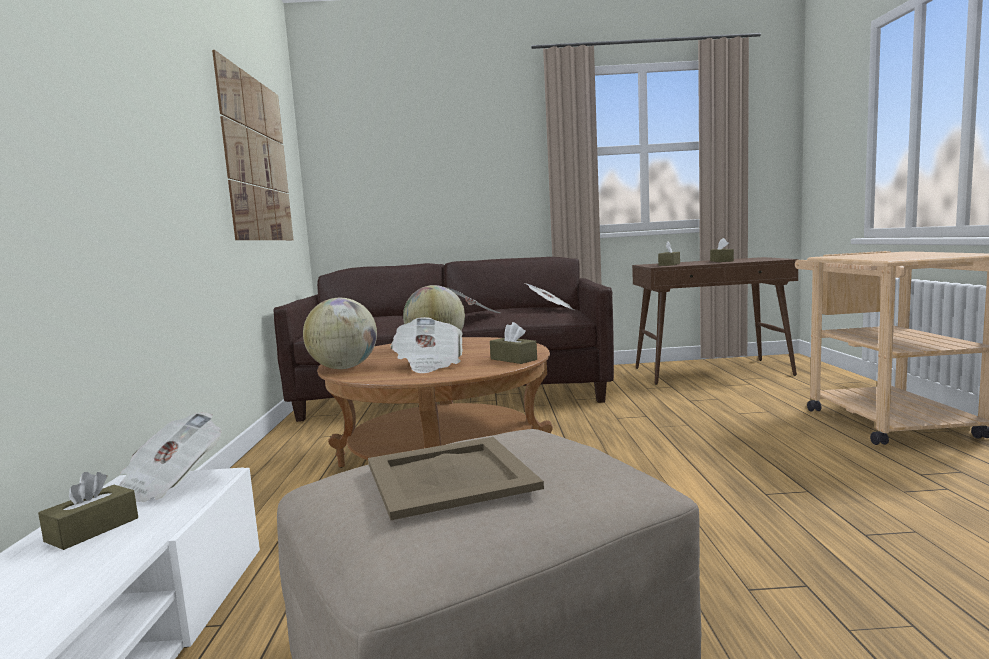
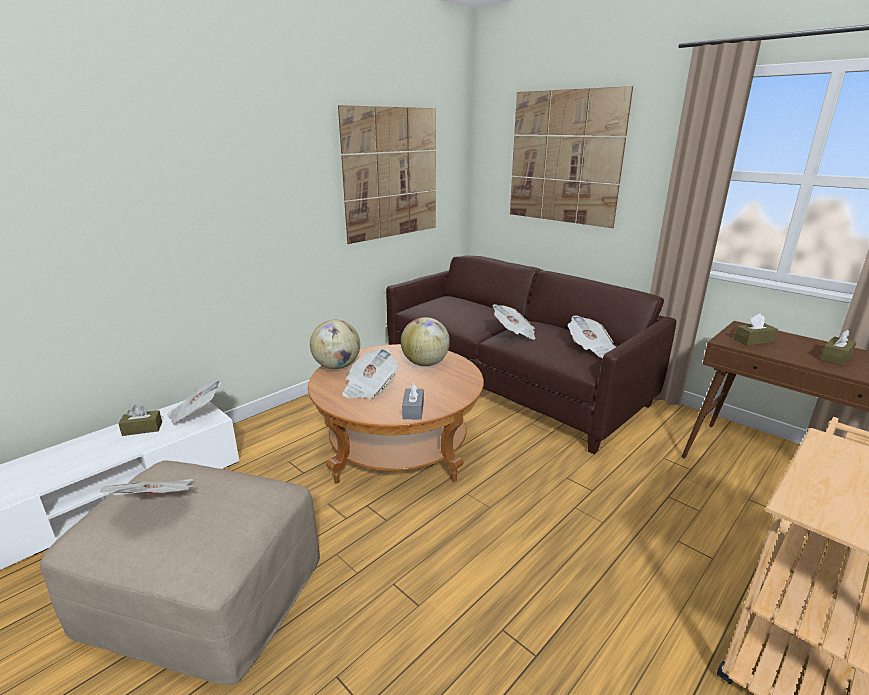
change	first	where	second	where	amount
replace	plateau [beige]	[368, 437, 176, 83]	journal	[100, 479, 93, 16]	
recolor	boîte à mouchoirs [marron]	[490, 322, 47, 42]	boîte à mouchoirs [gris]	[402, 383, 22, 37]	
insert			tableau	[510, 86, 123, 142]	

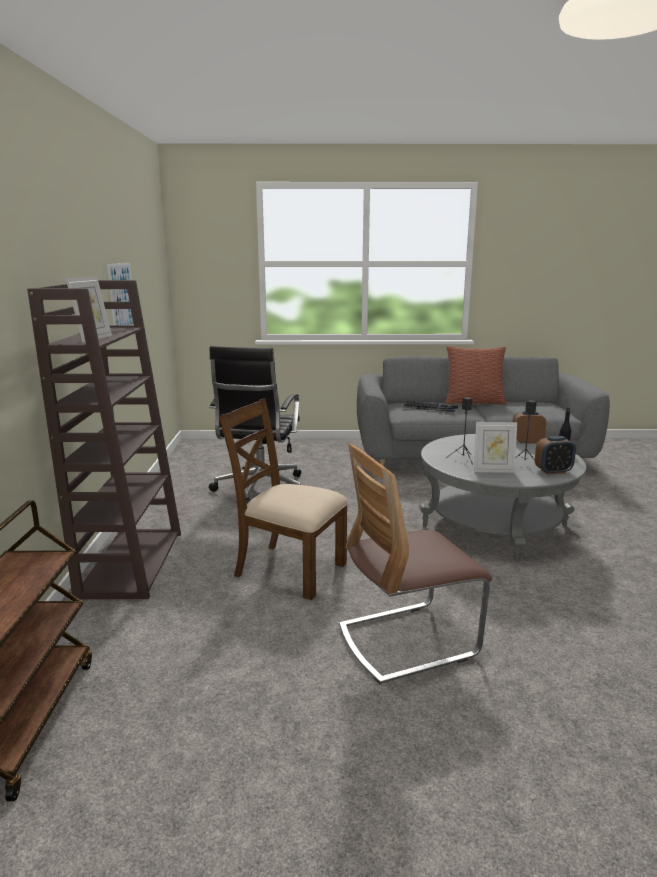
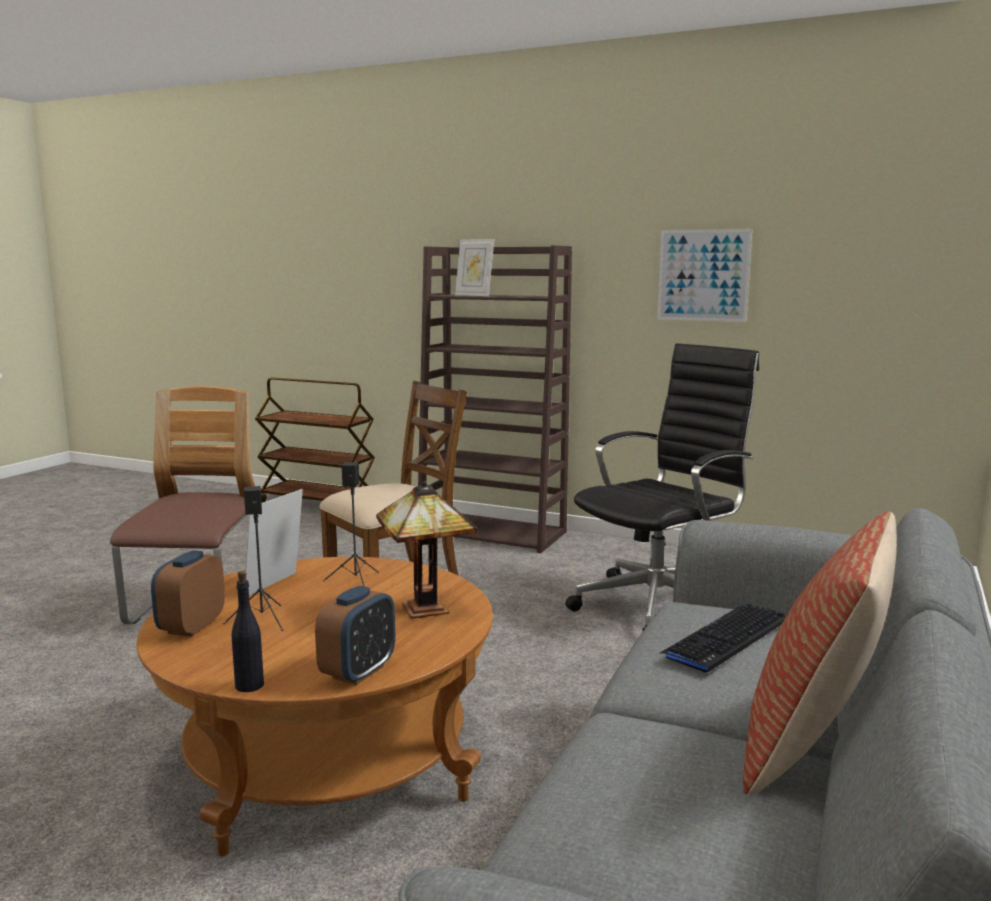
change	first	where	second	where	amount
recolor	table basse [gris]	[419, 434, 168, 127]	table basse [marron]	[136, 557, 357, 299]	
insert			lampe de table	[376, 481, 102, 138]	
rotate	chaise de bureau [noir]	[209, 346, 92, 157]		[566, 343, 193, 289]	105 degrees clockwise

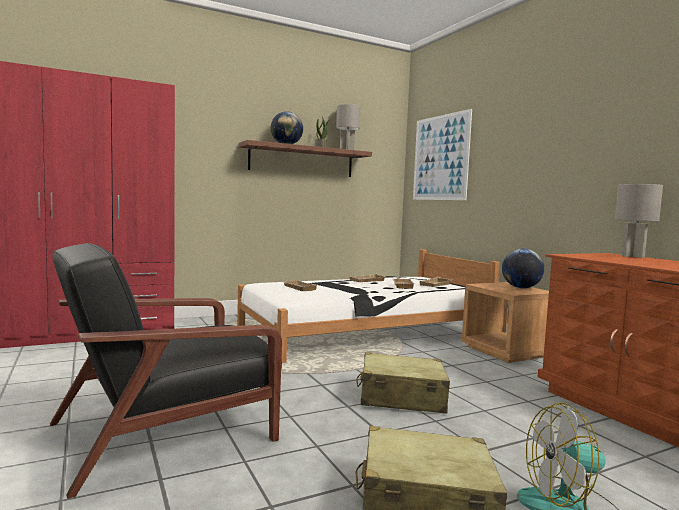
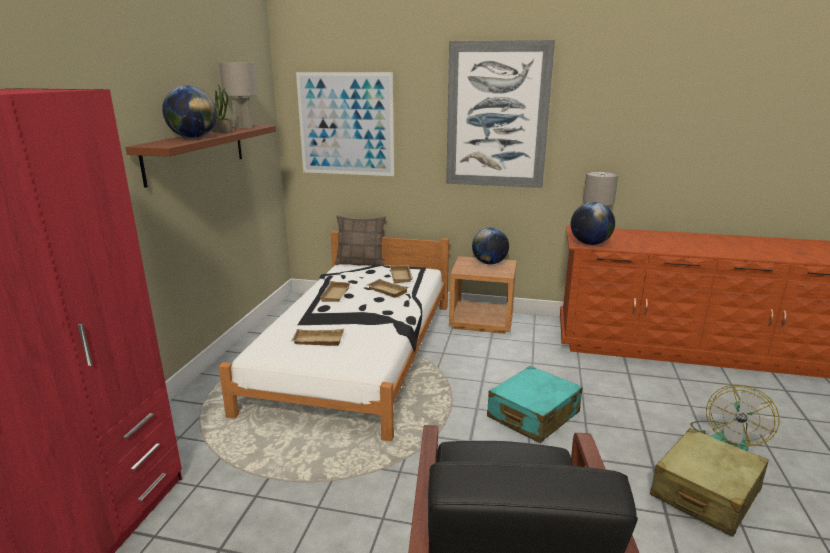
change	first	where	second	where	amount
insert			coussin	[335, 215, 51, 51]	
insert			tableau	[446, 40, 109, 148]	
recolor	valise [beige]	[356, 352, 94, 62]	valise [turquoise]	[487, 366, 96, 77]	
insert			globe	[571, 202, 44, 43]	

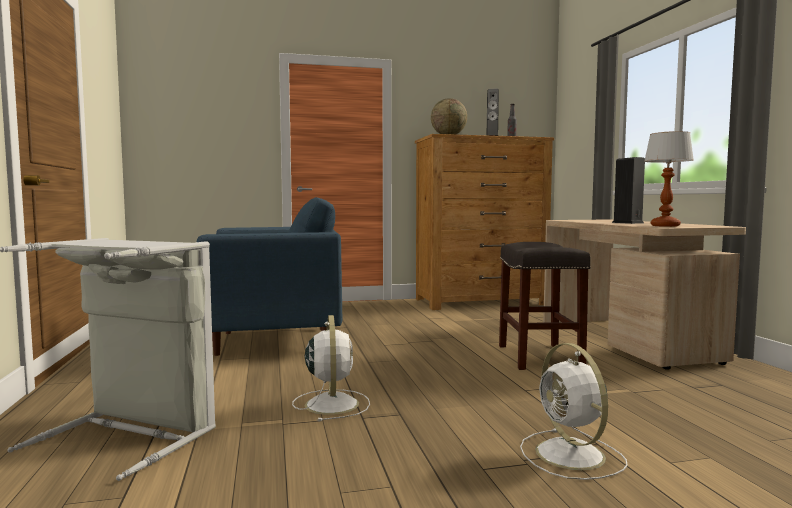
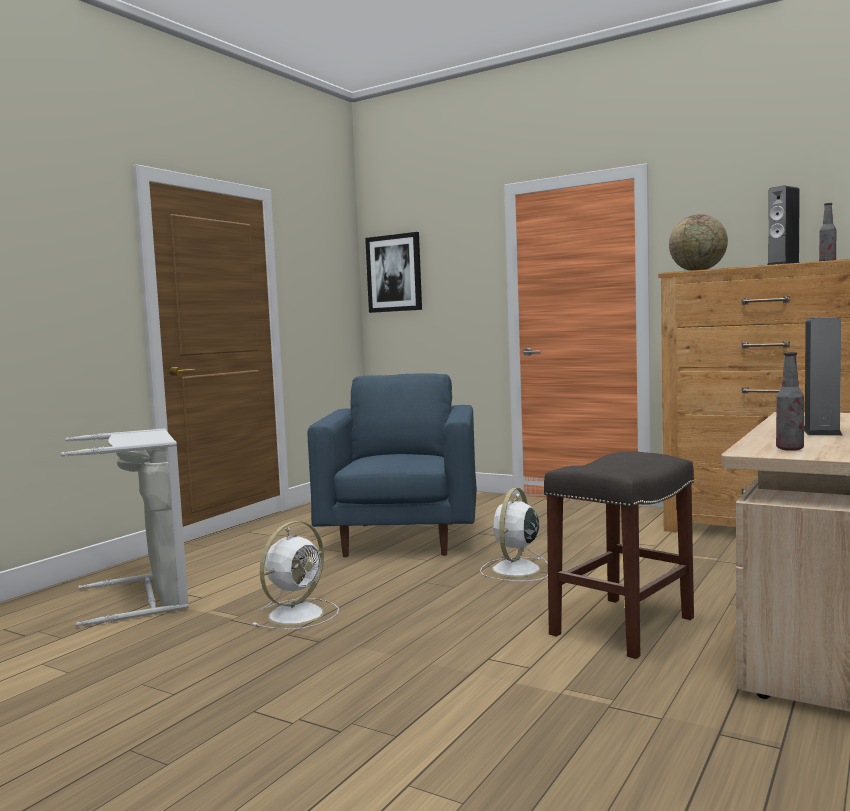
change	first	where	second	where	amount
rotate	fauteuil [bleu]	[197, 197, 145, 159]		[308, 373, 169, 184]	120 degrees counterclockwise
insert			tableau	[365, 232, 57, 81]	
move	ventilateur [blanc]	[520, 343, 108, 137]		[480, 488, 68, 93]	
replace	lampe de table	[644, 131, 50, 96]	bouteille	[776, 352, 28, 99]	

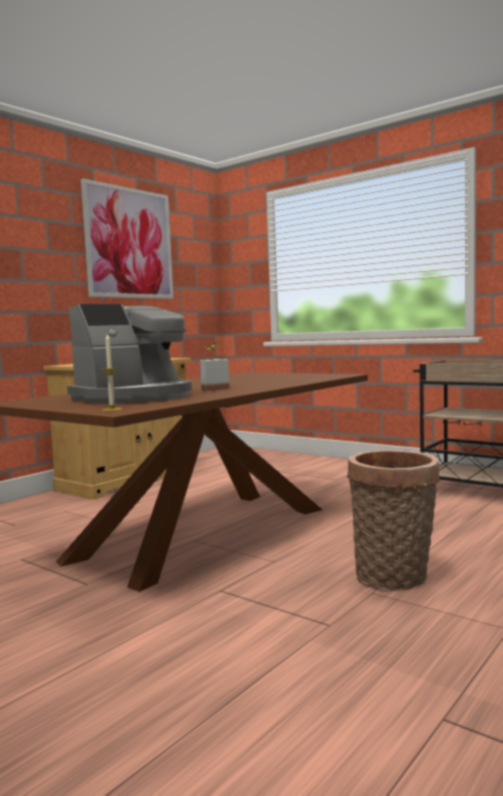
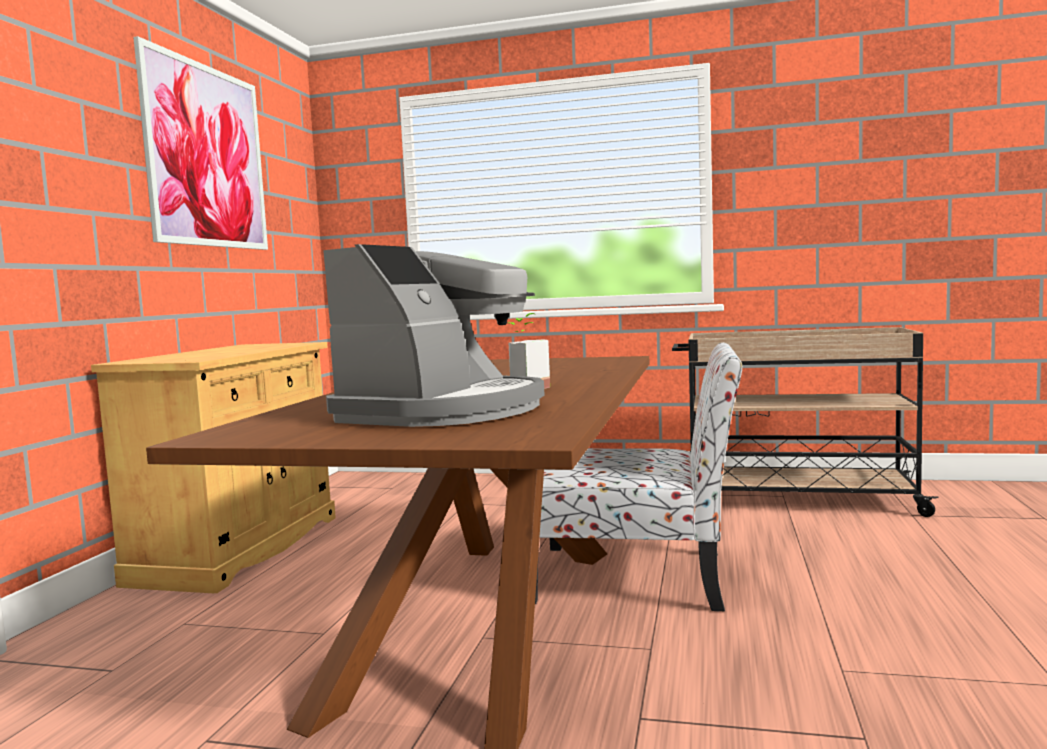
change	first	where	second	where	amount
insert			chaise	[535, 343, 207, 268]	
delete	bougie	[101, 334, 21, 77]			
delete	panier	[347, 450, 93, 141]			

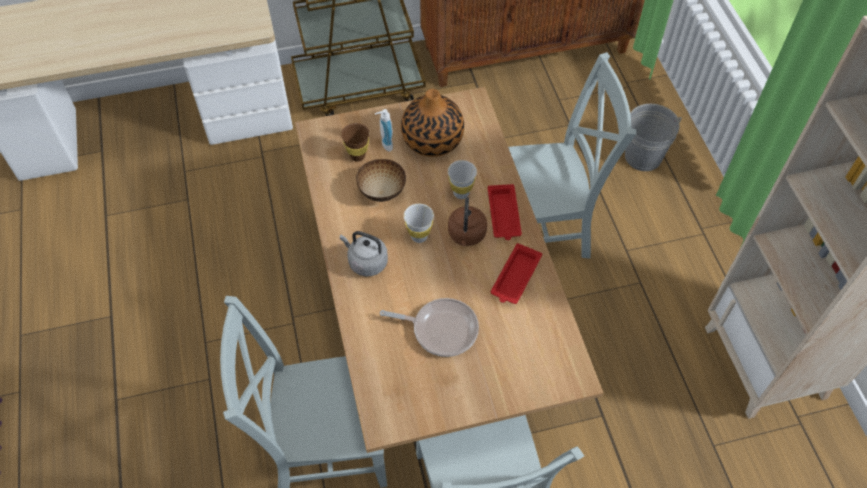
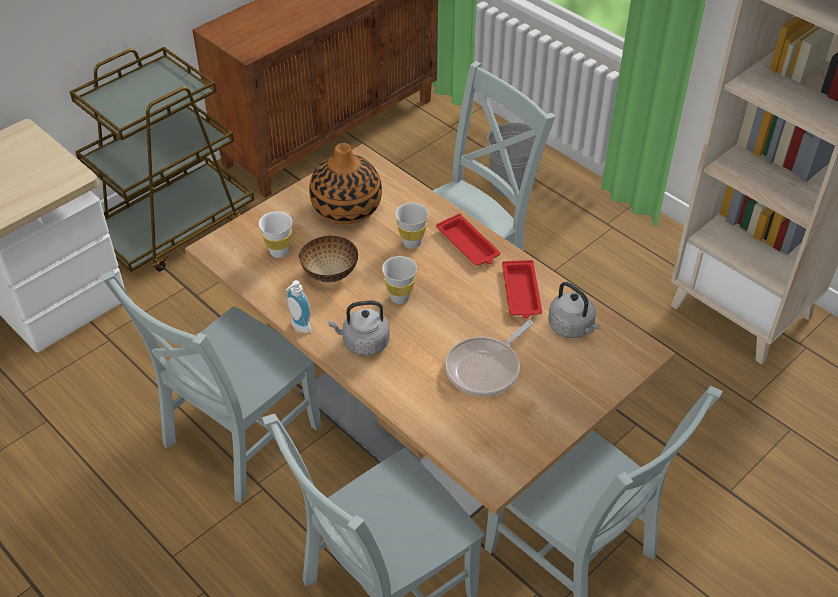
change	first	where	second	where	amount
insert			chaise [gris]	[100, 271, 221, 232]	
recolor	tasse [marron]	[341, 123, 29, 39]	tasse [blanc]	[259, 211, 33, 47]	
move	distributeur de savon	[375, 109, 18, 42]		[286, 280, 25, 53]	
rotate	poêle	[380, 298, 99, 59]		[445, 320, 89, 76]	150 degrees clockwise
insert			bouilloire [gris]	[548, 282, 52, 56]	
delete	bouilloire [marron]	[448, 197, 39, 49]			

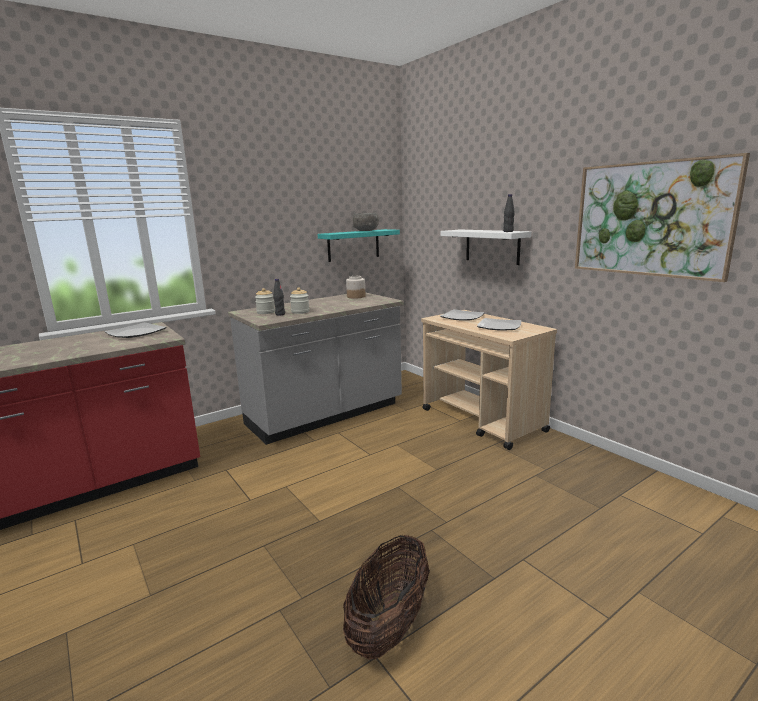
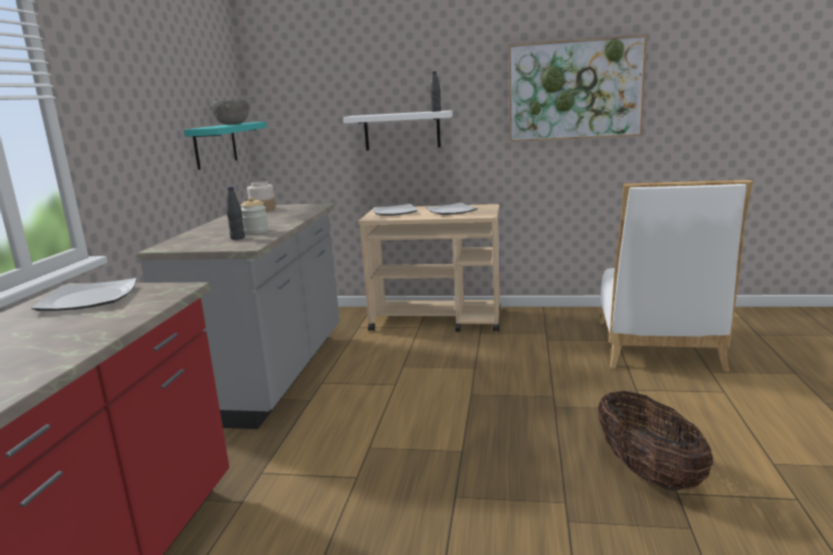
change	first	where	second	where	amount
insert			chaise [blanc]	[599, 180, 154, 192]	
delete	bocal	[255, 288, 20, 26]			

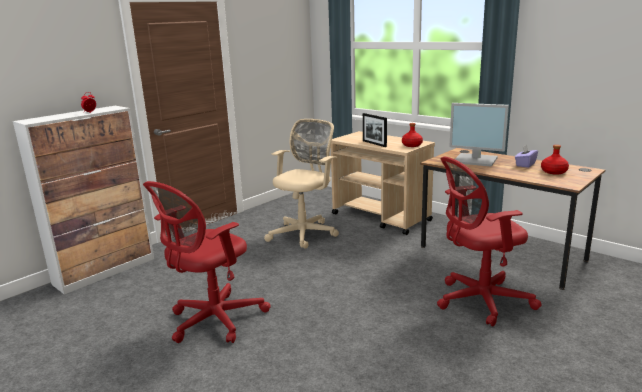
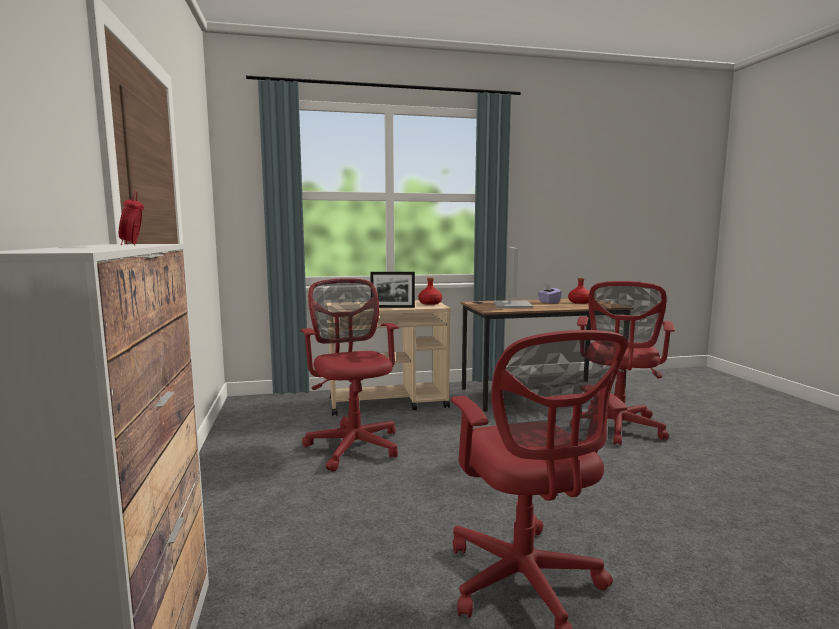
change	first	where	second	where	amount
recolor	chaise de bureau [beige]	[264, 119, 75, 130]	chaise de bureau [rouge]	[300, 278, 99, 194]	
rotate	écran d'ordinateur	[449, 103, 60, 64]		[494, 247, 39, 61]	60 degrees counterclockwise

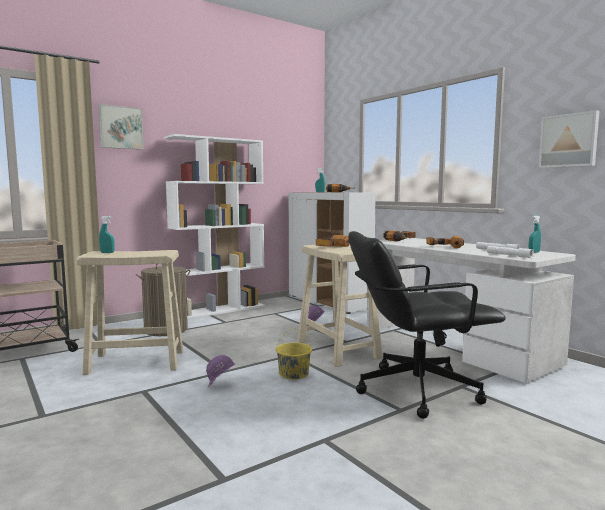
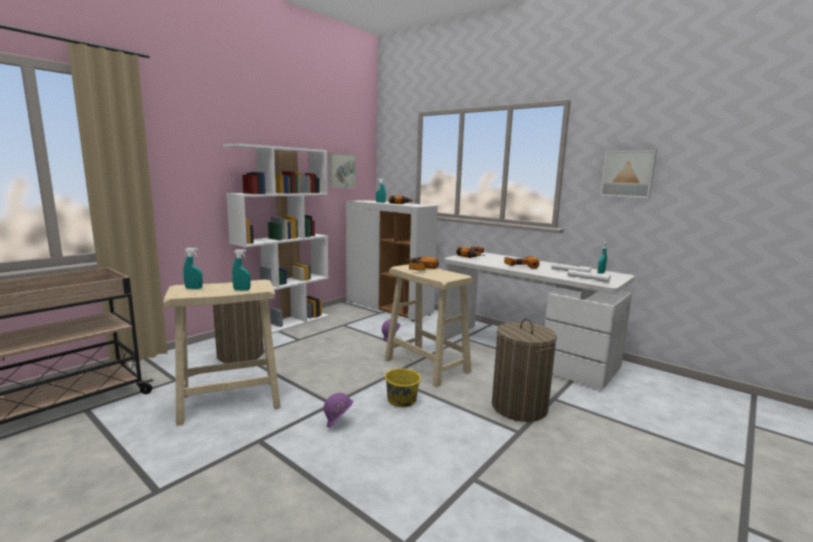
change	first	where	second	where	amount
insert			vaporisateur [turquoise]	[232, 249, 19, 42]	
move	tableau	[98, 104, 46, 46]		[328, 153, 28, 35]	
replace	chaise de bureau [noir]	[348, 231, 158, 188]	panier à linge	[492, 319, 65, 103]	

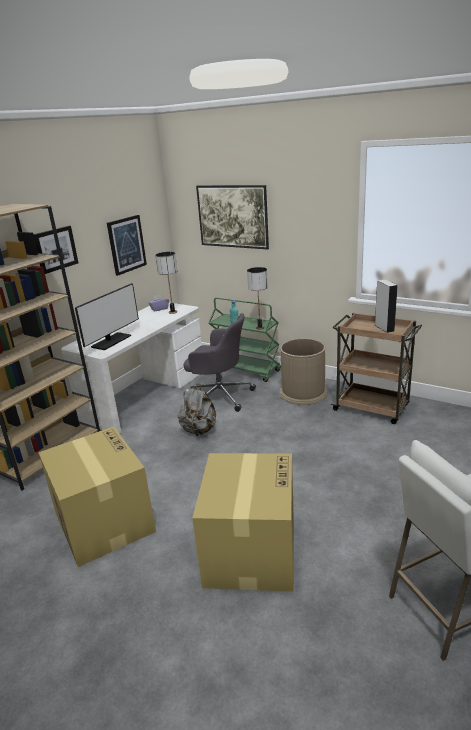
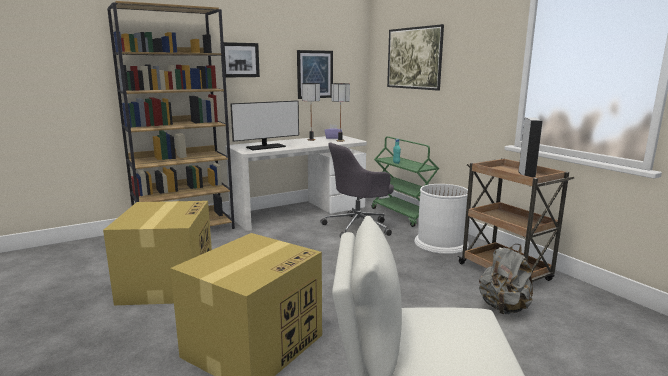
change	first	where	second	where	amount
move	lampe de table	[247, 267, 21, 63]		[302, 83, 18, 58]	
rotate	chaise de bureau [gris]	[184, 313, 72, 99]		[320, 142, 74, 95]	105 degrees clockwise
recolor	poubelle [marron]	[279, 338, 49, 67]	poubelle [blanc]	[414, 184, 55, 70]	
move	sac à dos [gris]	[178, 384, 38, 52]		[479, 244, 54, 70]	

